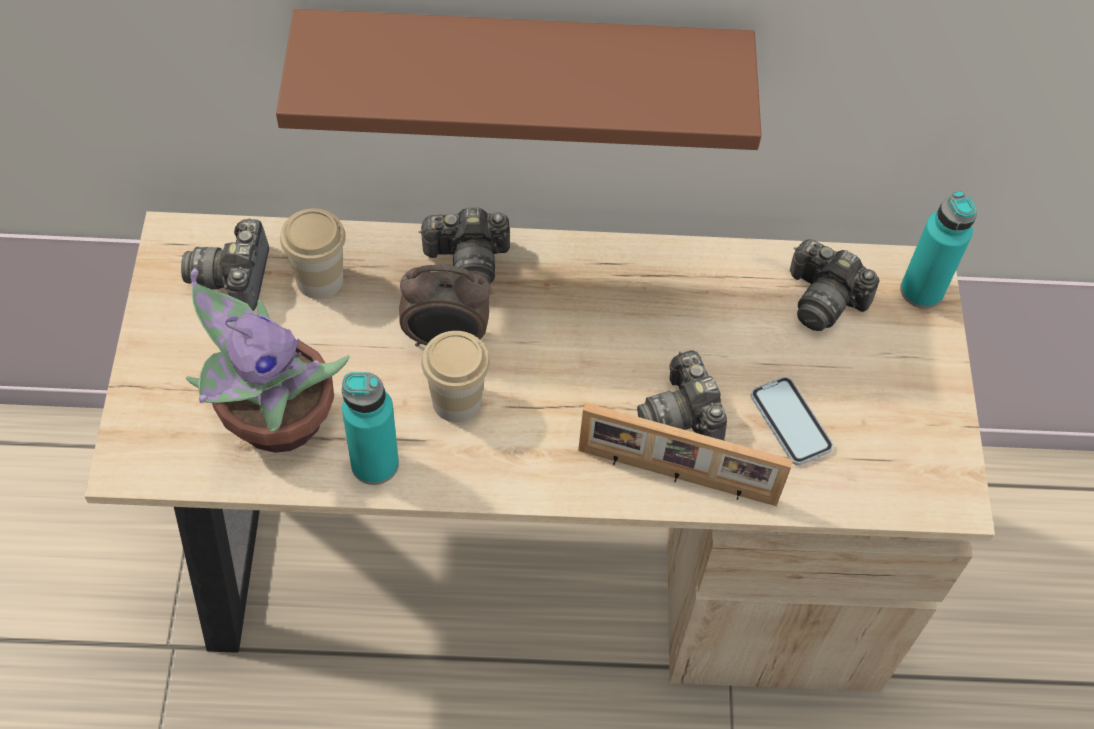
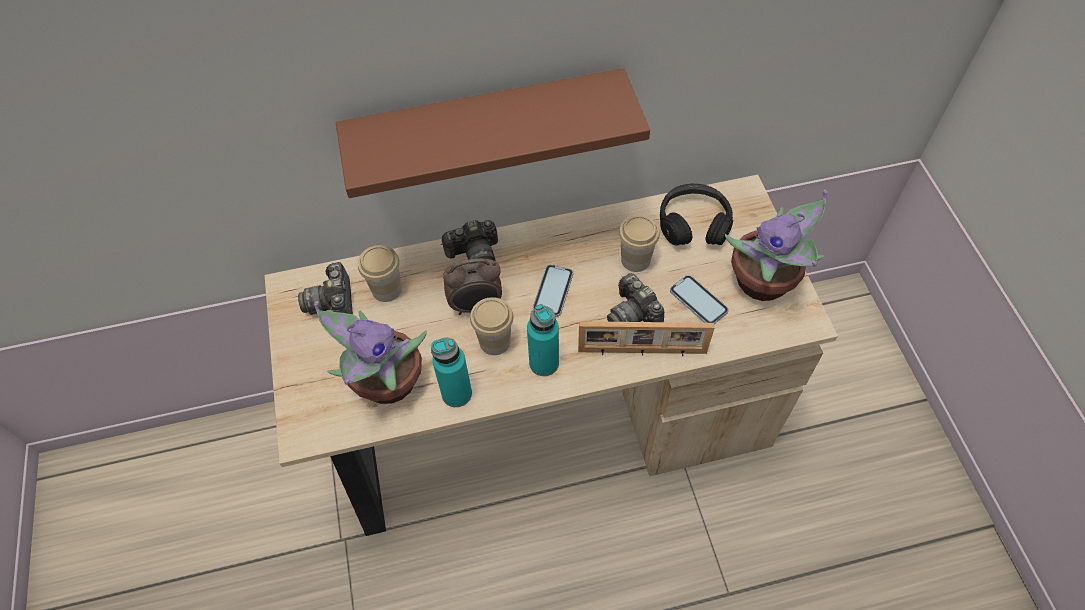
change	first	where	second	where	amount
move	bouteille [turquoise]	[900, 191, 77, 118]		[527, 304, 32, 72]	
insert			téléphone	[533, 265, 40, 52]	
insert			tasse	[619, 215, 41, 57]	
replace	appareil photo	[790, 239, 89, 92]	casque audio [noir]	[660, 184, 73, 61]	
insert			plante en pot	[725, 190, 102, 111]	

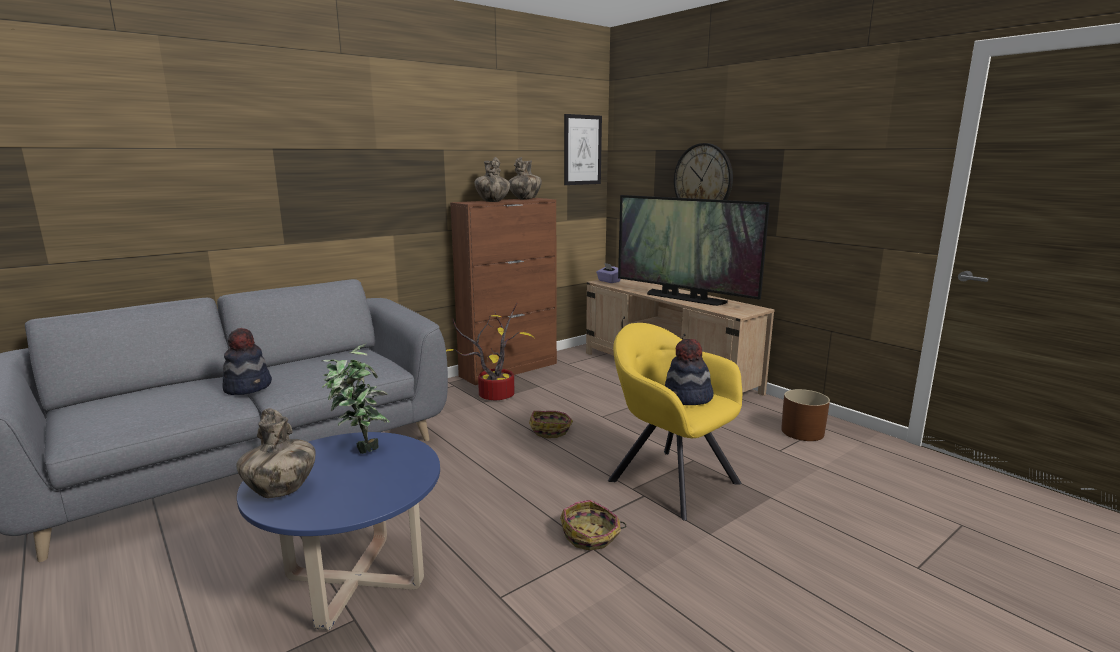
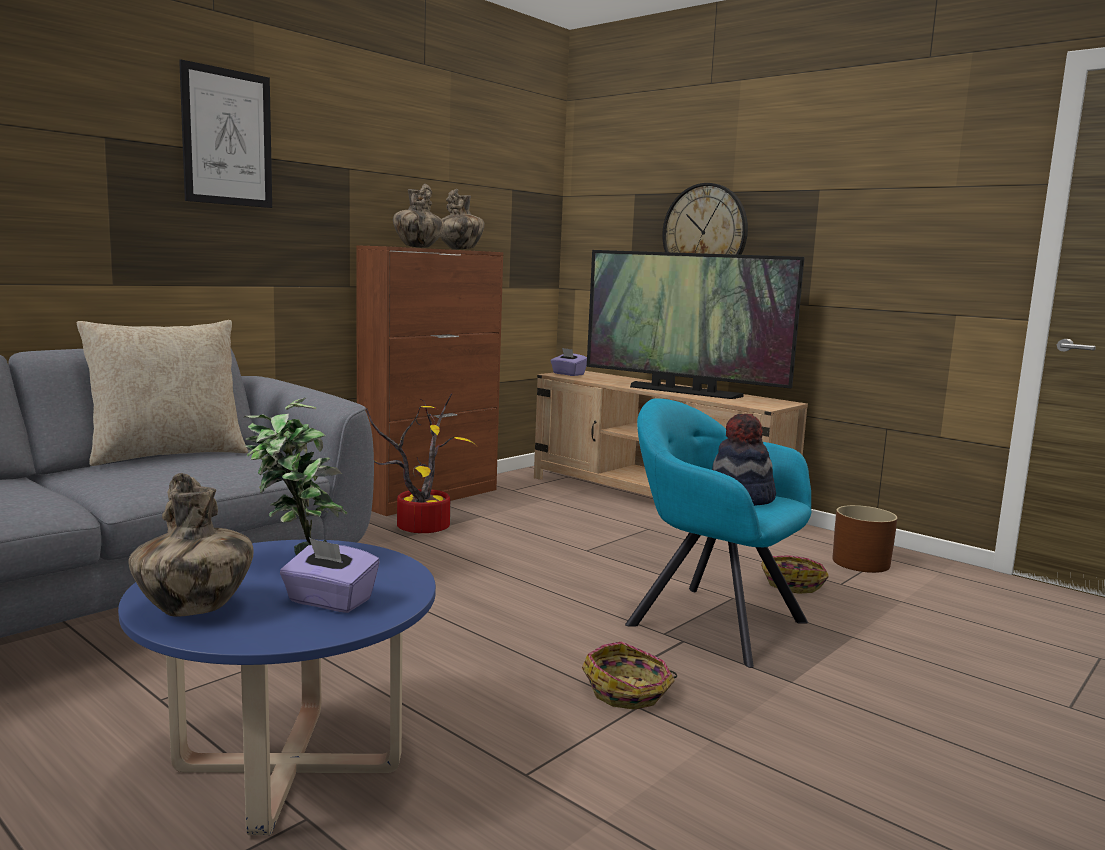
change	first	where	second	where	amount
insert			coussin [beige]	[77, 320, 171, 146]	
move	tableau	[564, 114, 38, 71]		[179, 60, 93, 148]	
insert			boîte à mouchoirs [violet]	[280, 538, 100, 75]	
recolor	fauteuil [jaune]	[608, 323, 134, 198]	fauteuil [turquoise]	[625, 398, 186, 270]	
move	panier	[529, 411, 44, 27]		[761, 555, 68, 39]	
delete	chapeau	[222, 328, 50, 67]			

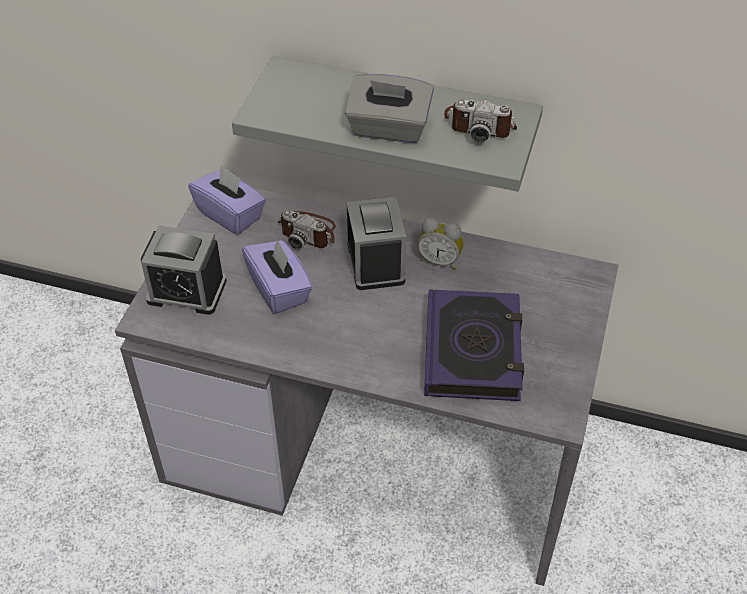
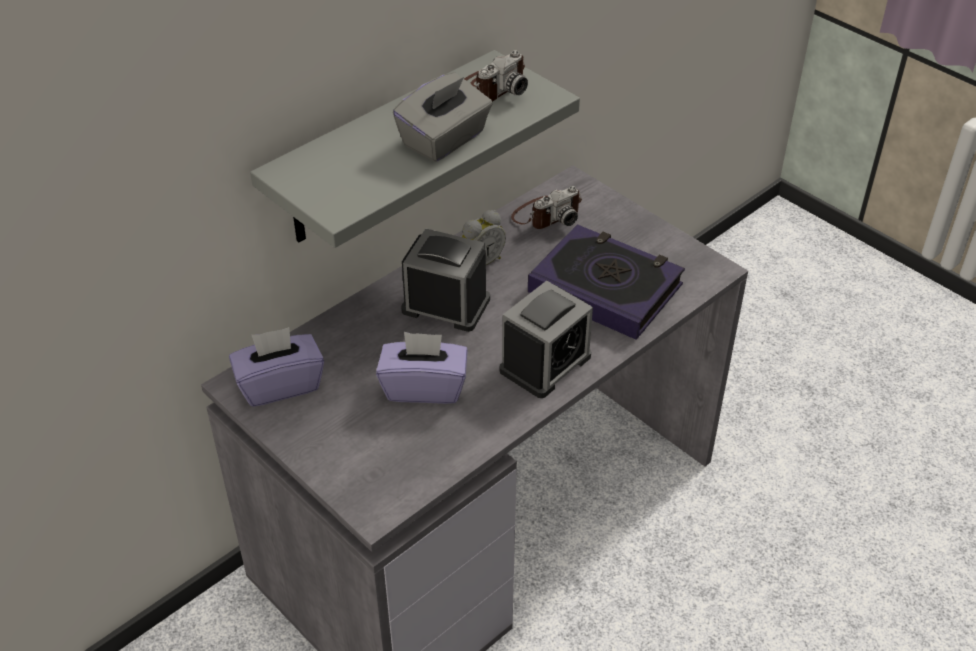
change	first	where	second	where	amount
move	réveil	[141, 225, 86, 90]		[499, 281, 94, 117]	
move	appareil photo	[277, 210, 59, 39]		[511, 186, 71, 43]	

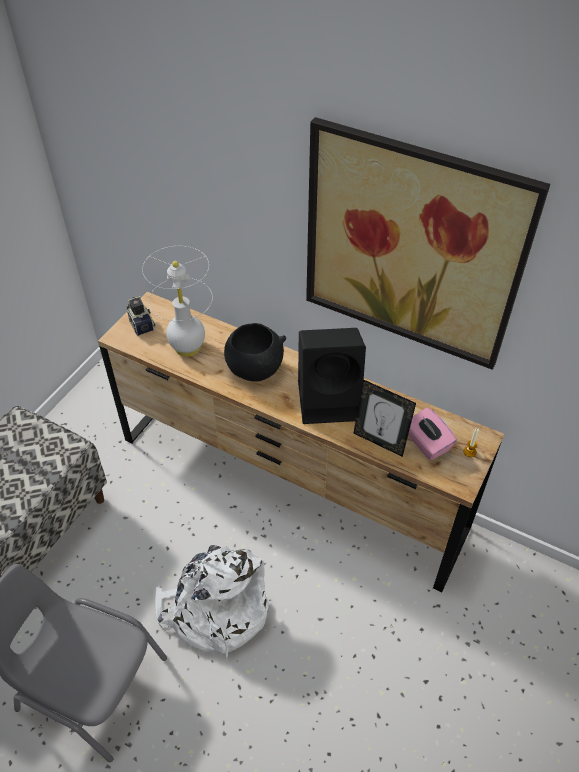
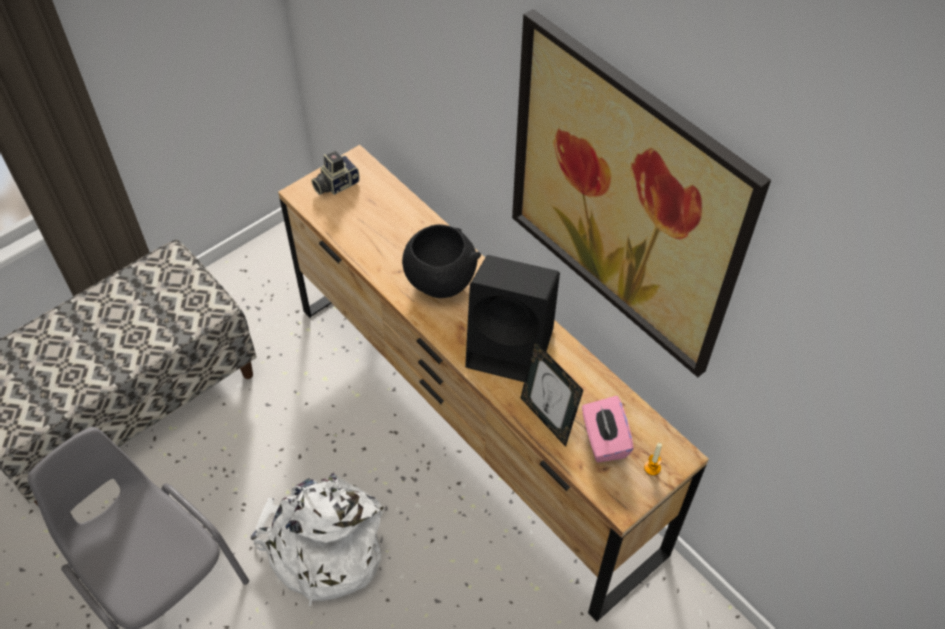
change	first	where	second	where	amount
rotate	appareil photo	[126, 296, 29, 40]		[311, 151, 49, 44]	120 degrees counterclockwise
delete	lampe de table [blanc]	[142, 246, 71, 111]			

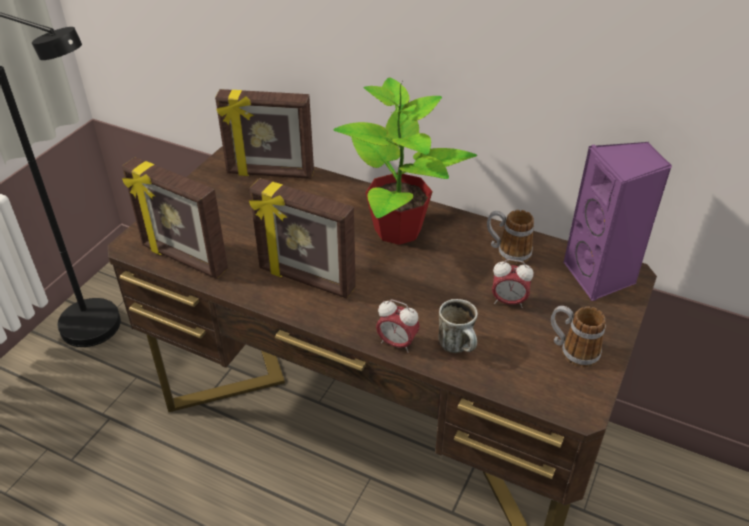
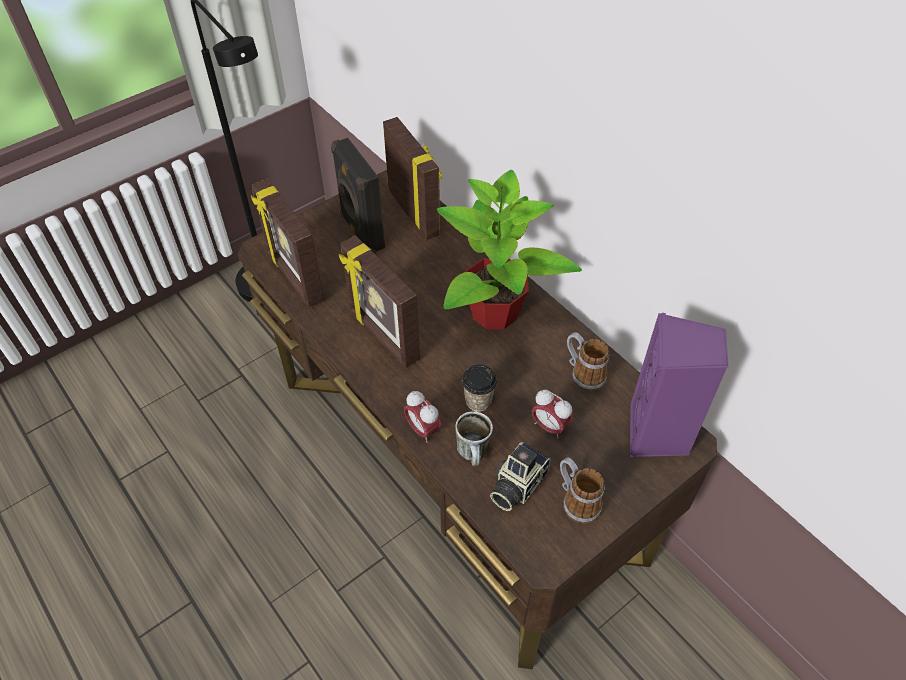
change	first	where	second	where	amount
insert			enceinte [noir]	[331, 138, 54, 116]	
rotate	cadre photo	[215, 89, 99, 90]		[383, 117, 59, 123]	150 degrees counterclockwise
insert			tasse	[462, 364, 35, 48]	
insert			appareil photo	[490, 442, 61, 69]	

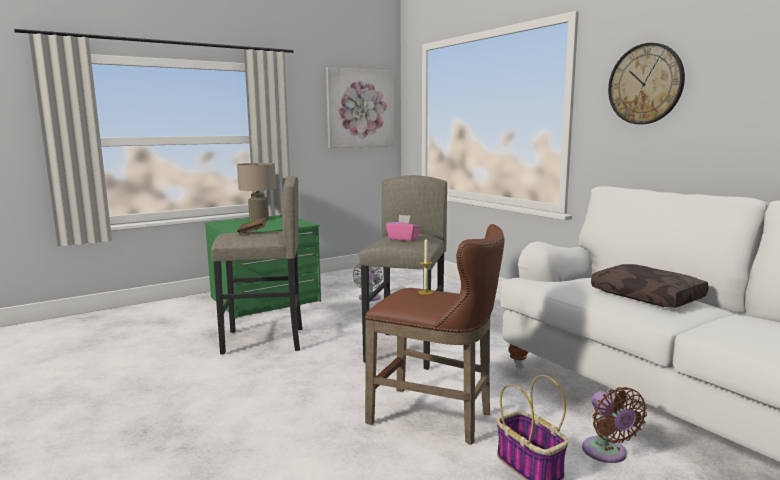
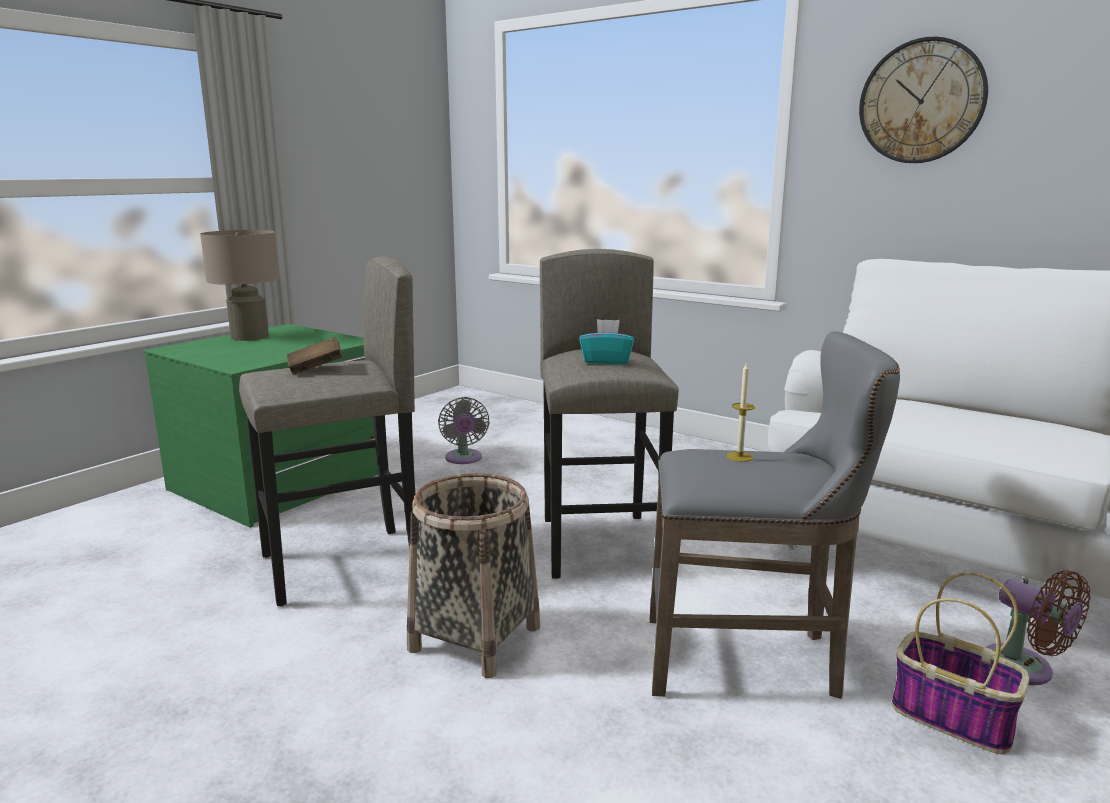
change	first	where	second	where	amount
insert			panier	[407, 473, 133, 205]	
recolor	boîte à mouchoirs [rose]	[386, 215, 35, 26]	boîte à mouchoirs [turquoise]	[580, 319, 54, 45]	
recolor	tabouret [marron]	[365, 224, 140, 221]	tabouret [gris]	[650, 331, 250, 368]	
delete	tableau	[326, 67, 68, 81]			
delete	coussin [marron]	[591, 264, 118, 44]			

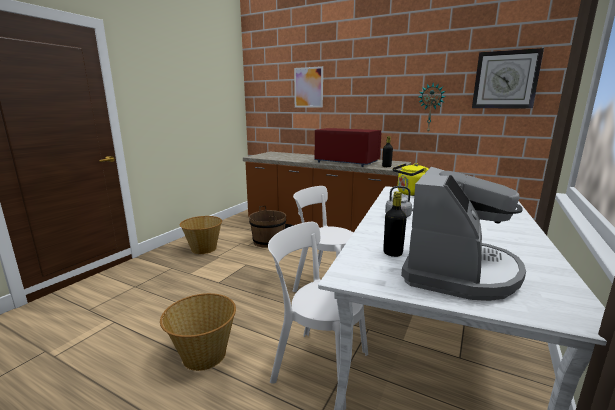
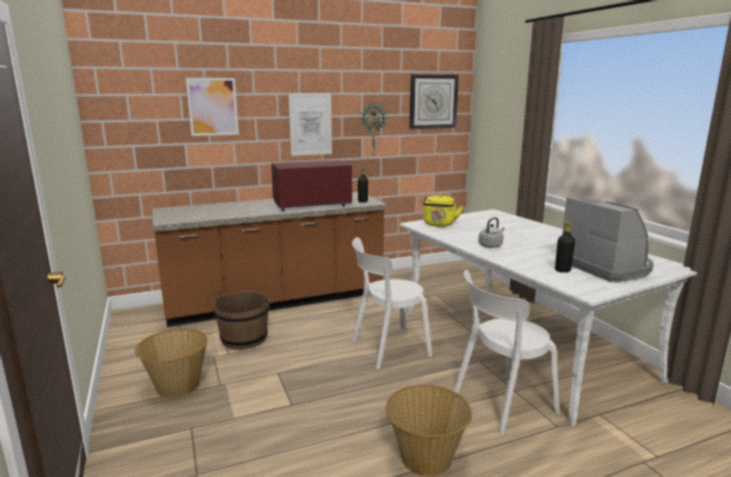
change	first	where	second	where	amount
insert			tableau	[288, 93, 44, 63]	

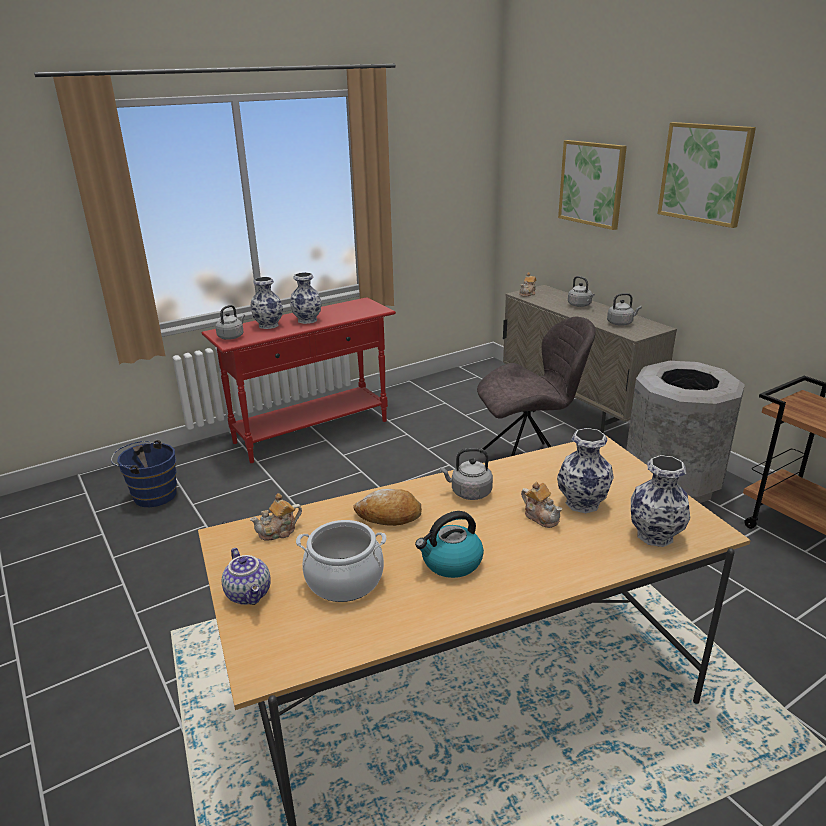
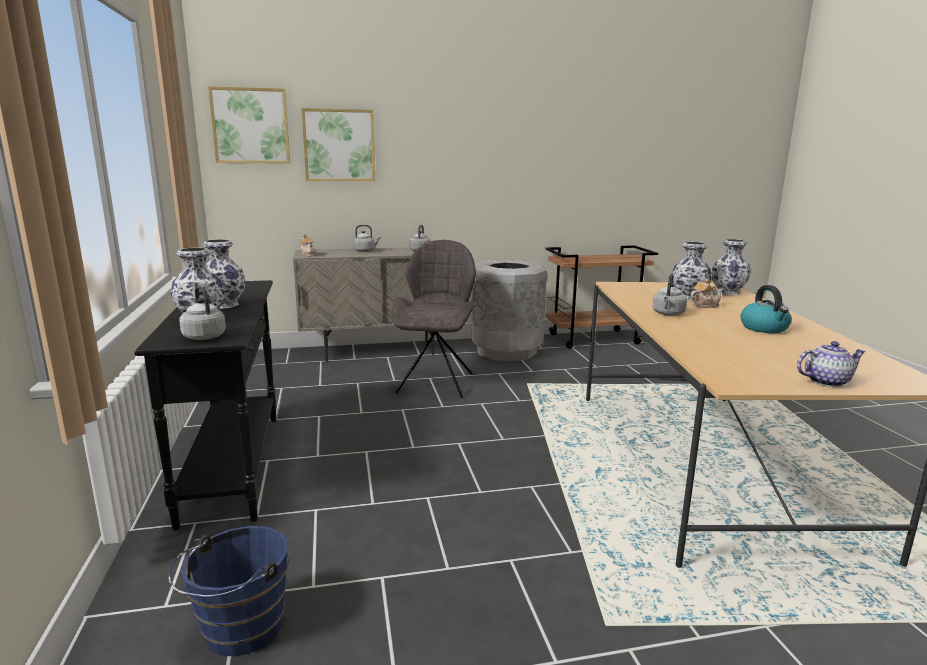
change	first	where	second	where	amount
recolor	table console [rouge]	[202, 297, 194, 166]	table console [noir]	[134, 280, 142, 251]	
move	tableau	[658, 122, 98, 106]		[208, 86, 82, 78]	
delete	théière	[250, 493, 52, 48]			
delete	marmite	[296, 520, 91, 82]			
delete	pain	[353, 489, 69, 37]			

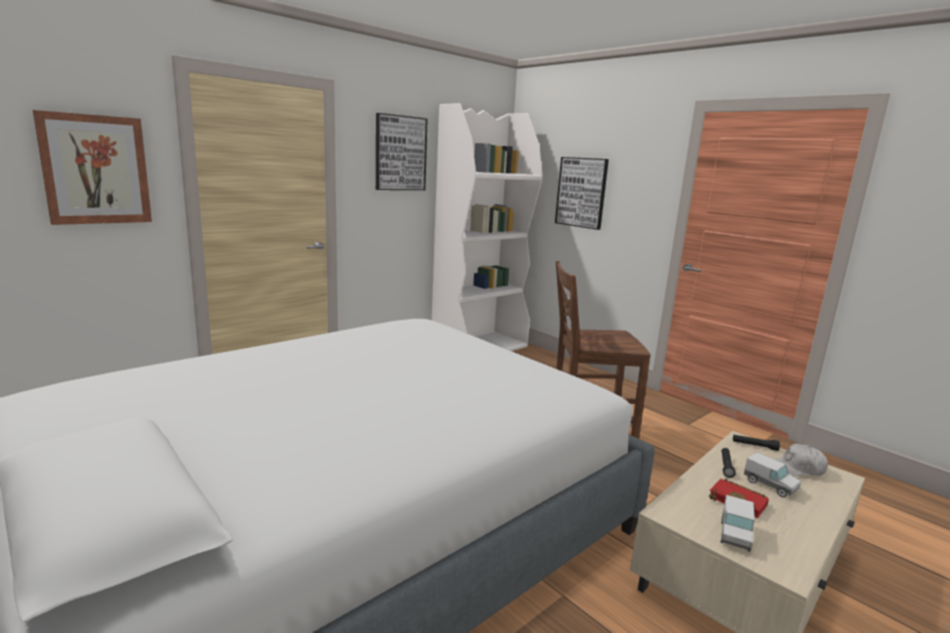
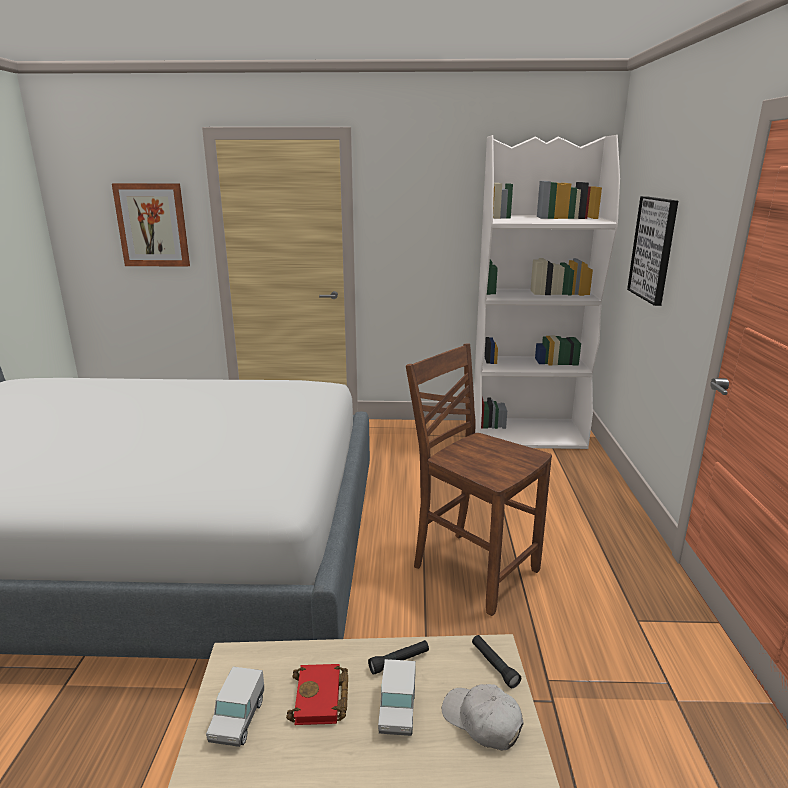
change	first	where	second	where	amount
rotate	camion jouet	[721, 495, 34, 56]		[206, 667, 58, 80]	60 degrees counterclockwise
delete	tableau	[376, 113, 52, 77]			

